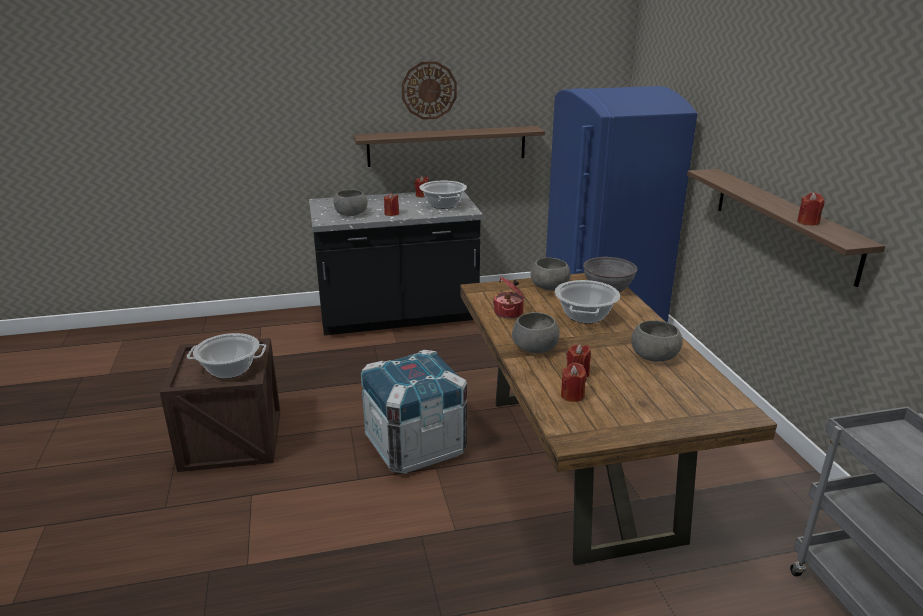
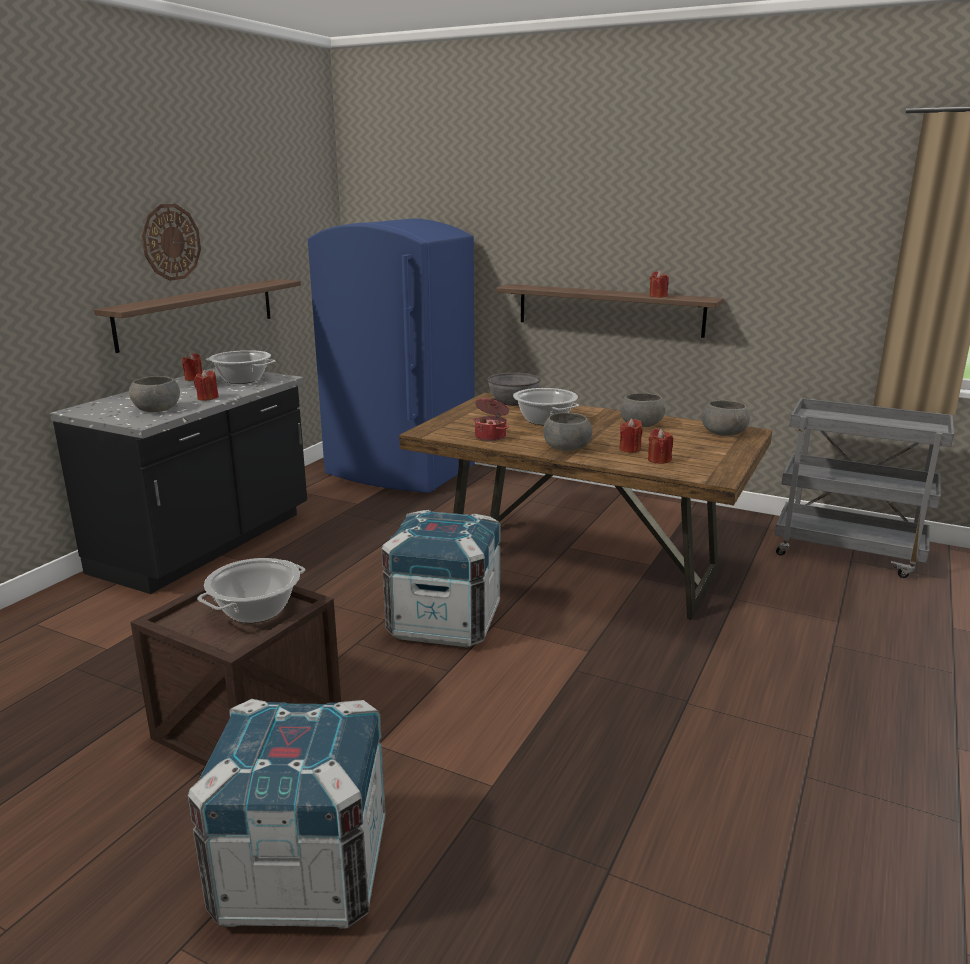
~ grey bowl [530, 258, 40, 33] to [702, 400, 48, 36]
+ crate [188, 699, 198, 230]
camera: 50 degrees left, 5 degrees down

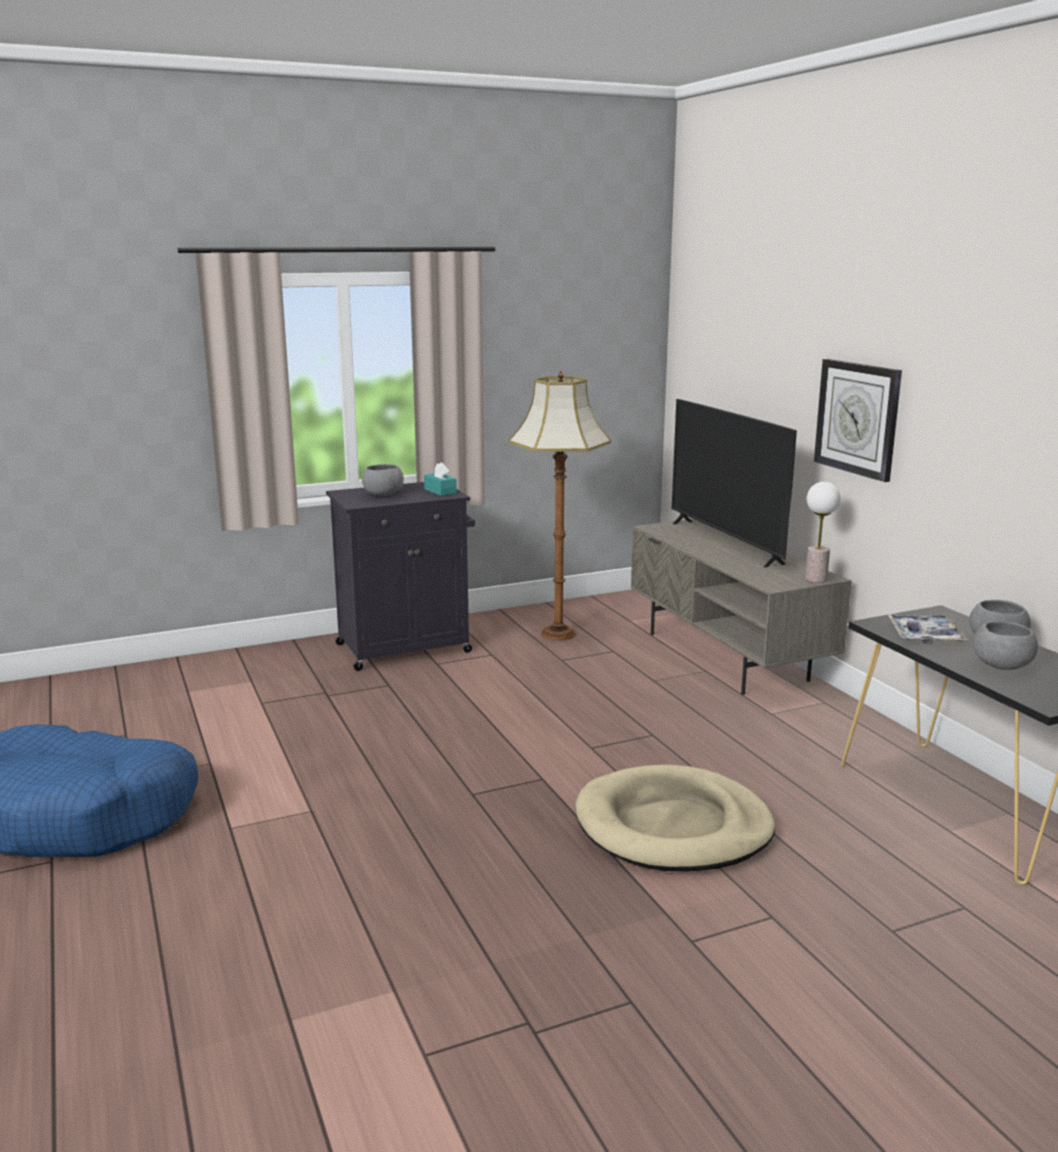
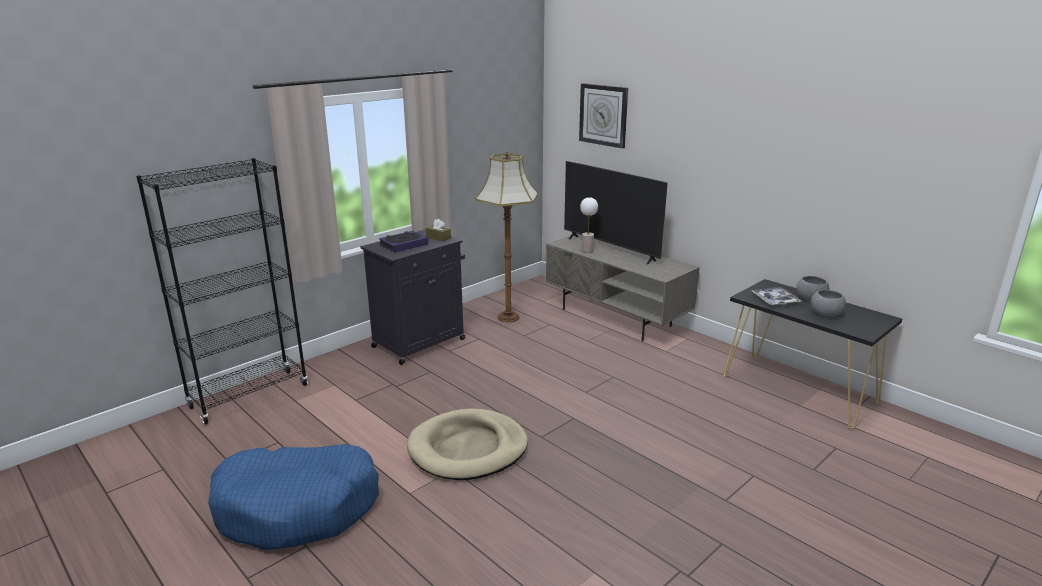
~ wall clock [814, 359, 88, 123] to [579, 83, 49, 66]
~ turquoise tissue box [424, 462, 33, 34] to brown tissue box [426, 219, 25, 23]
~ grey bowl [362, 464, 42, 32] to book [379, 231, 49, 22]
~ table lamp [805, 482, 36, 101] to [580, 197, 18, 56]
~ beige dog bed [575, 764, 200, 108] to [407, 408, 121, 72]
+ black bookcase [136, 158, 172, 266]
camera: 20 degrees left, 5 degrees up

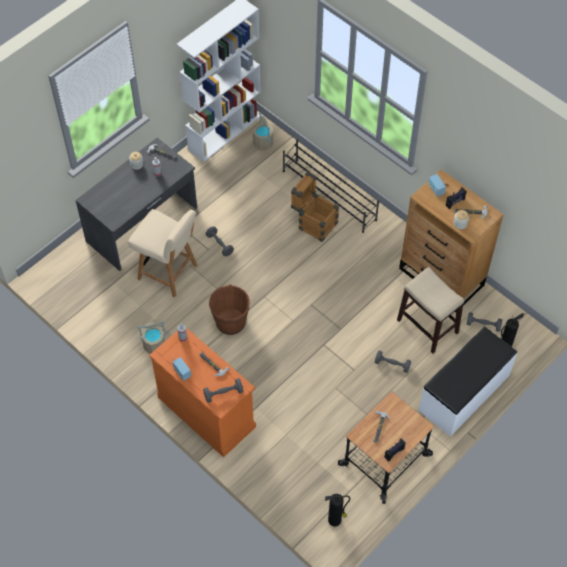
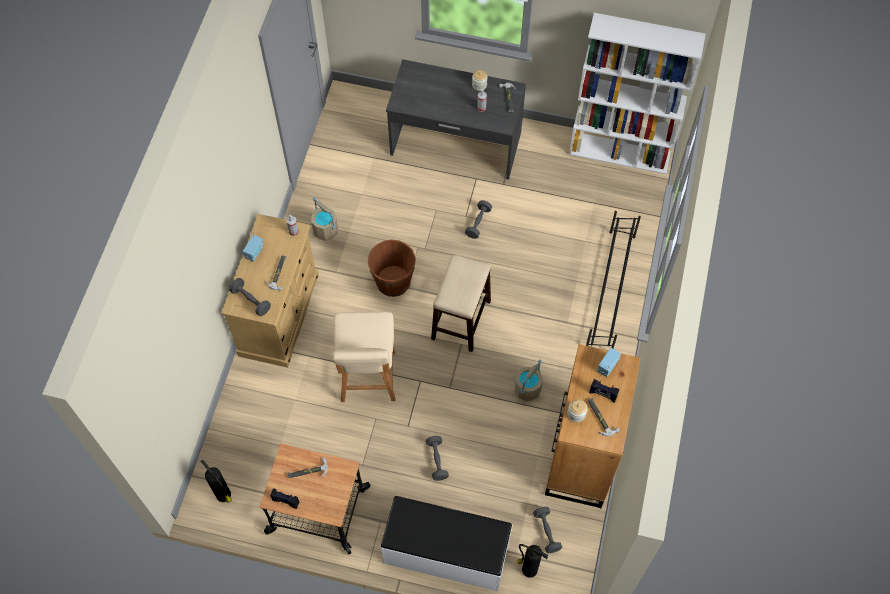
~ beige bucket [253, 112, 20, 38] to [515, 360, 28, 41]
- crate [291, 172, 48, 70]
~ beige chair [128, 209, 69, 88] to [332, 312, 64, 90]
~ stool [397, 267, 67, 86] to [431, 255, 60, 97]
~ orange dresser [149, 328, 107, 129] to beige dresser [221, 214, 98, 154]
camera: 60 degrees right, 5 degrees up

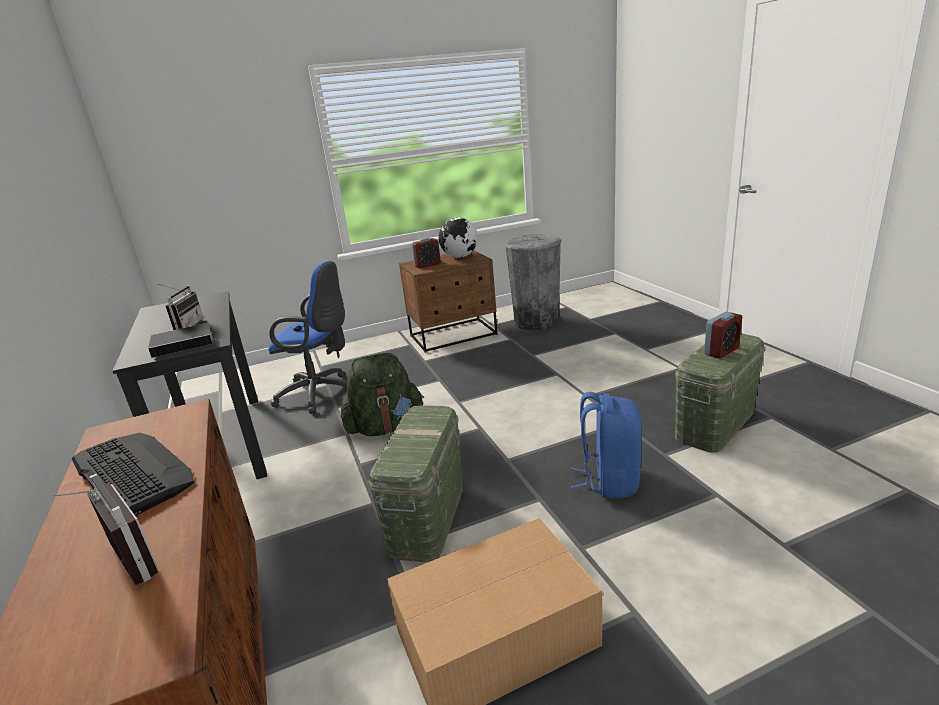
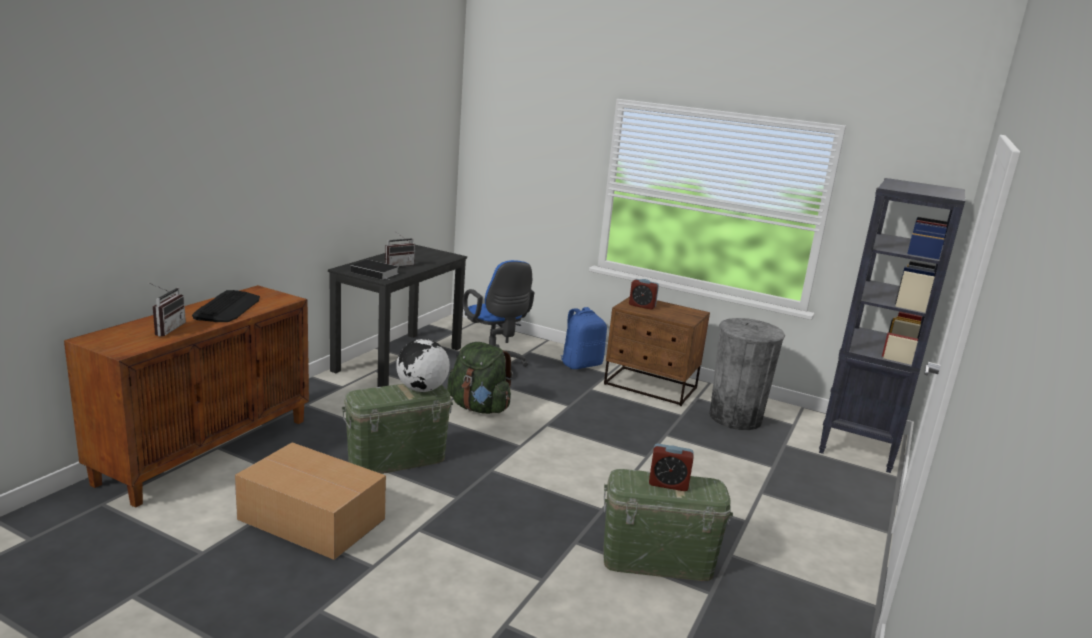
~ globe [438, 217, 40, 41] to [396, 339, 54, 53]
~ blue backpack [570, 392, 72, 106] to [561, 307, 46, 62]
+ black bookcase [819, 178, 146, 295]
camera: 45 degrees right, 5 degrees down

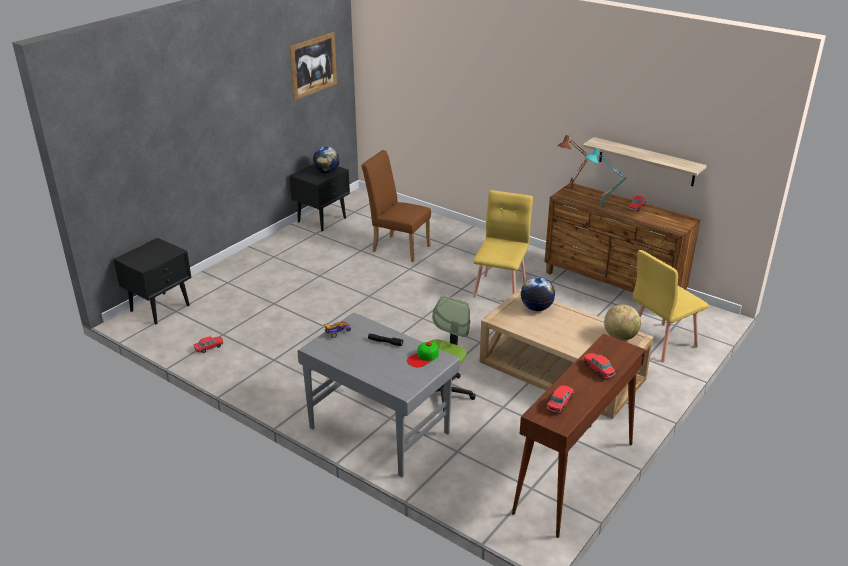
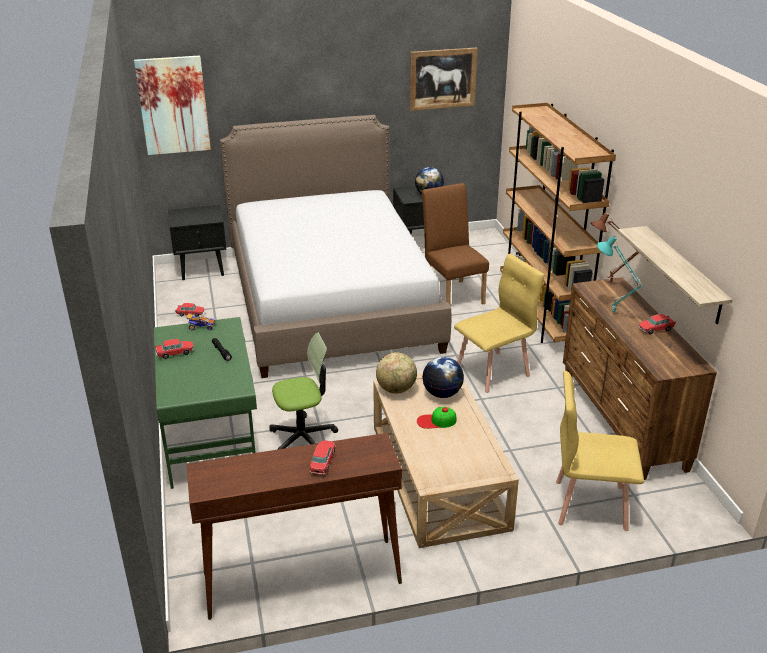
~ globe [604, 305, 37, 36] to [376, 353, 41, 41]
~ grey desk [297, 313, 163, 164] to green desk [154, 317, 103, 172]
~ cap [407, 342, 32, 25] to [417, 407, 39, 22]
~ toy car [547, 385, 26, 28] to [155, 339, 38, 20]
+ picture [134, 55, 77, 100]
+ brown bookcase [500, 103, 116, 240]
+ bed [220, 115, 232, 263]
camera: 40 degrees right, 0 degrees up

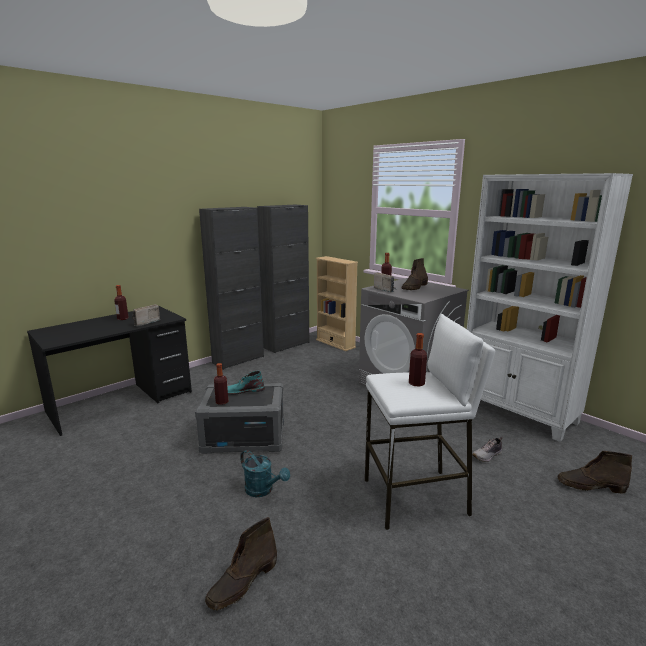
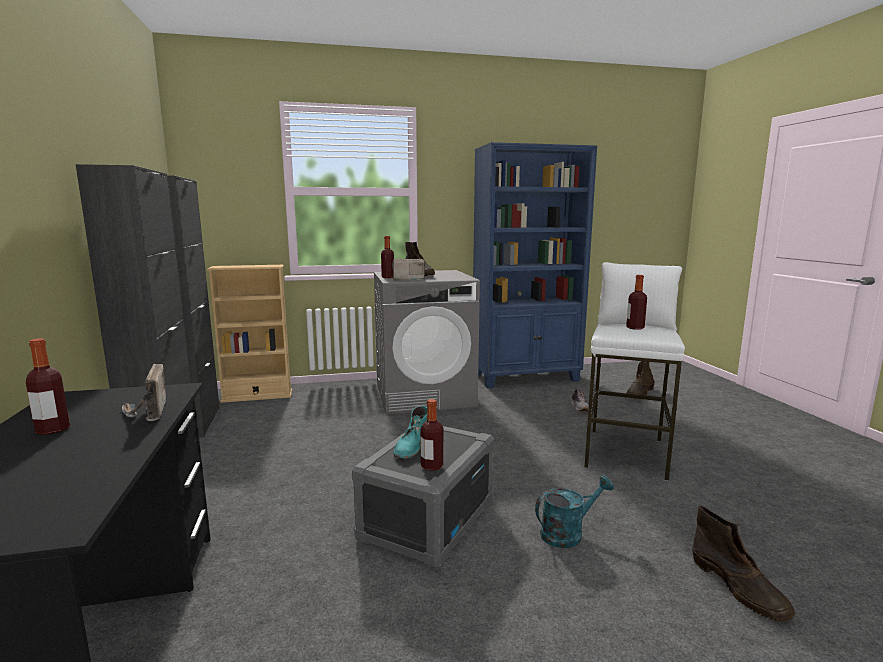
~ white bookcase [467, 173, 166, 269] to blue bookcase [473, 142, 124, 246]
camera: 60 degrees left, 5 degrees down

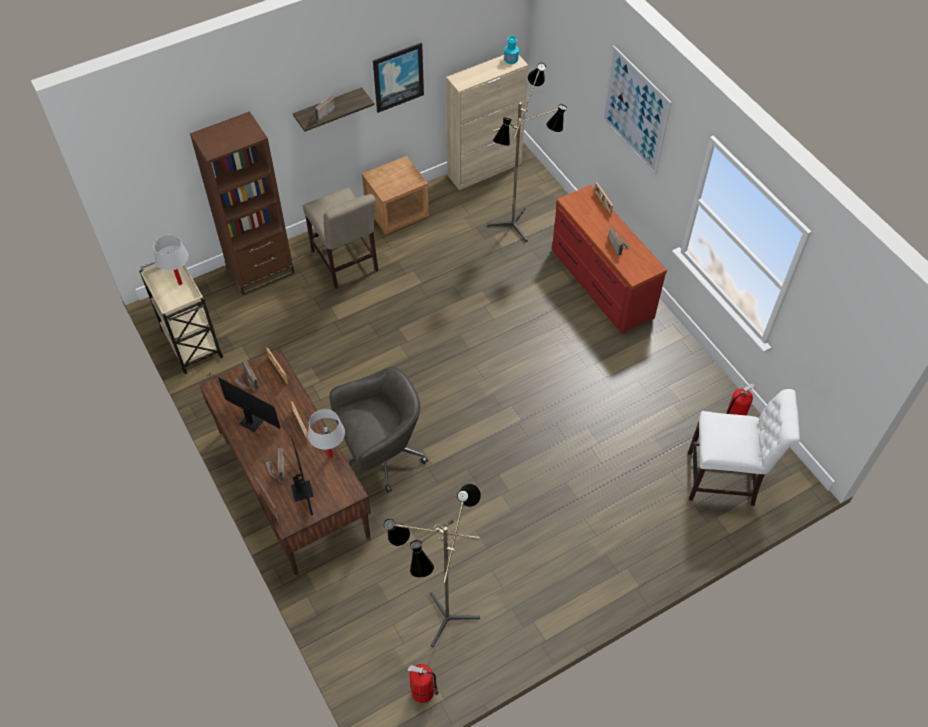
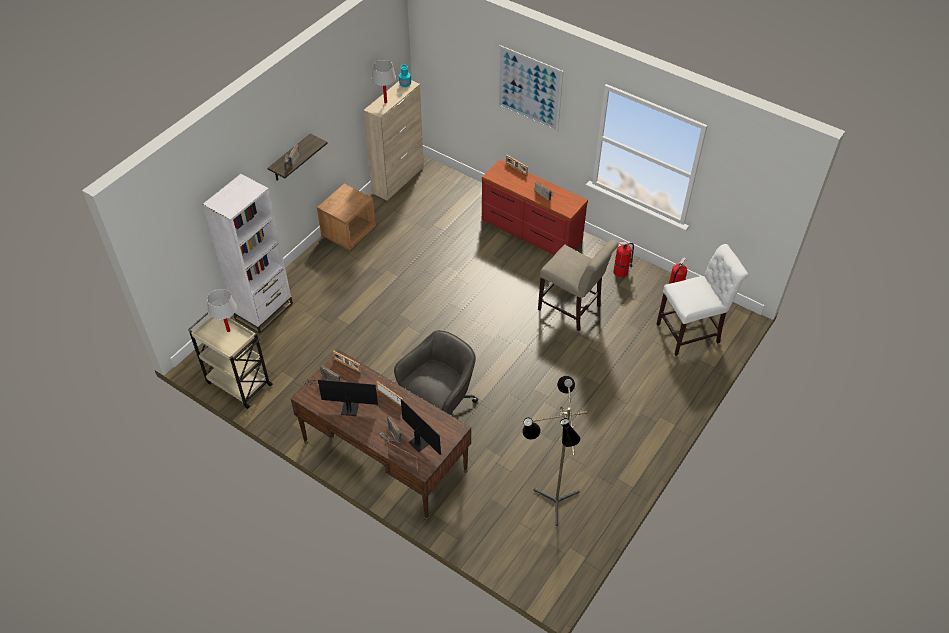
- picture [373, 43, 51, 70]
- floor lamp [488, 63, 79, 179]
~ brown bookcase [190, 111, 104, 184] to white bookcase [203, 174, 90, 160]
~ beige chair [303, 187, 76, 102] to [538, 240, 81, 91]
~ white table lamp [308, 409, 37, 49] to [371, 60, 25, 44]
~ fire extinguisher [408, 664, 31, 39] to [613, 242, 21, 36]
camera: 25 degrees left, 5 degrees down

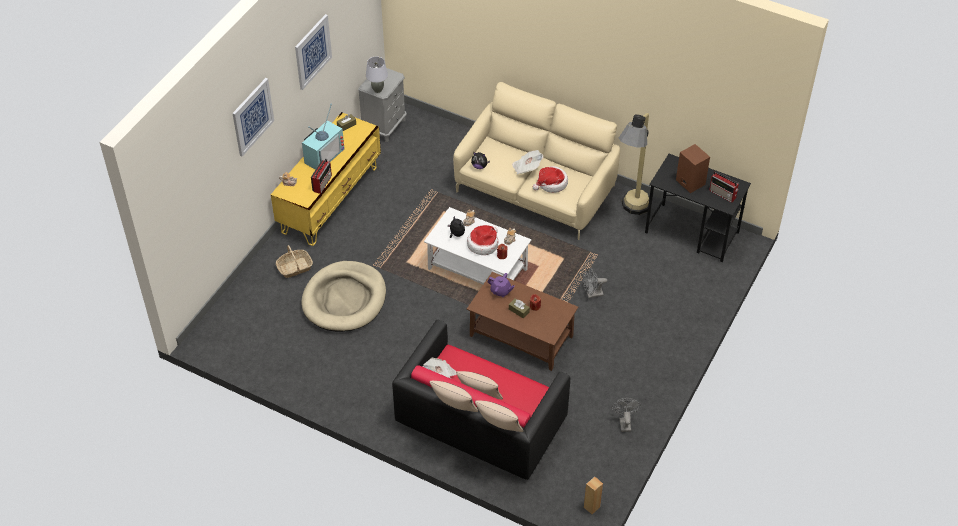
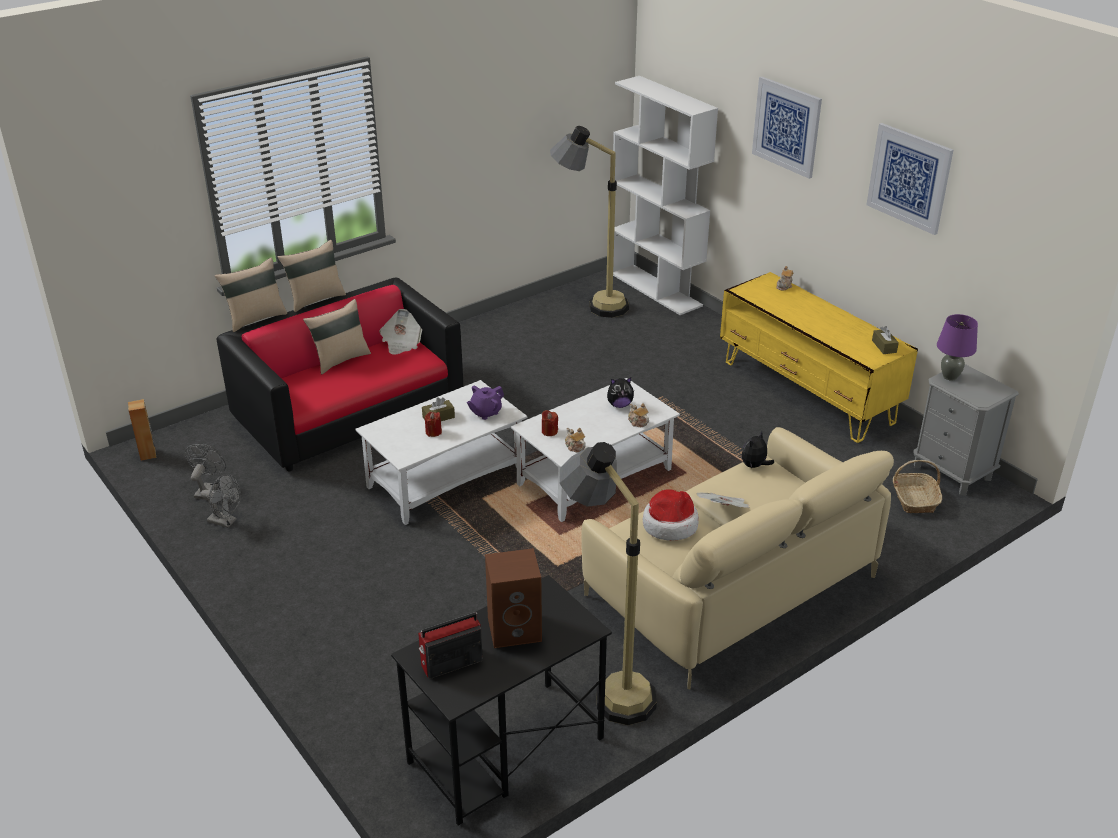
~ grey table lamp [366, 56, 22, 37] to purple table lamp [937, 314, 41, 67]
- television [302, 104, 42, 66]
- radio [311, 158, 21, 36]
- hat [467, 225, 31, 30]
~ basket [276, 245, 37, 33] to [893, 460, 49, 53]
- beige dog bed [301, 261, 85, 71]
~ grey fan [583, 268, 24, 30] to [185, 444, 41, 56]
~ brown coffee table [467, 272, 111, 99] to white coffee table [355, 380, 172, 145]
+ white bookcase [613, 76, 105, 239]
+ floor lamp [550, 126, 79, 192]
camera: 115 degrees right, 15 degrees down

